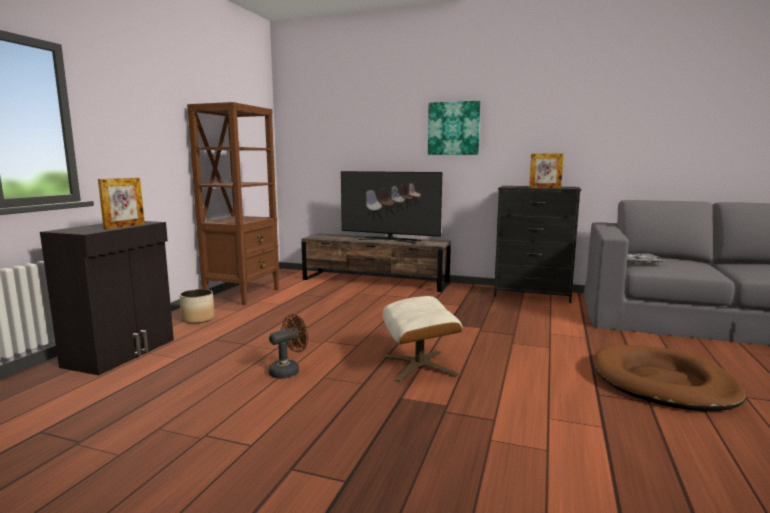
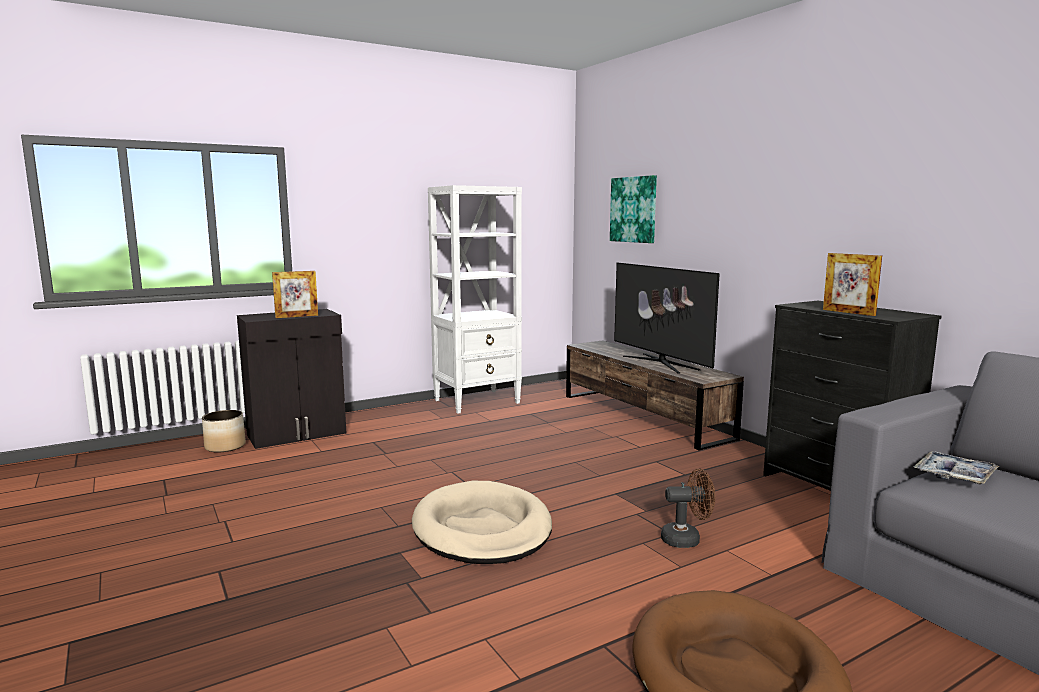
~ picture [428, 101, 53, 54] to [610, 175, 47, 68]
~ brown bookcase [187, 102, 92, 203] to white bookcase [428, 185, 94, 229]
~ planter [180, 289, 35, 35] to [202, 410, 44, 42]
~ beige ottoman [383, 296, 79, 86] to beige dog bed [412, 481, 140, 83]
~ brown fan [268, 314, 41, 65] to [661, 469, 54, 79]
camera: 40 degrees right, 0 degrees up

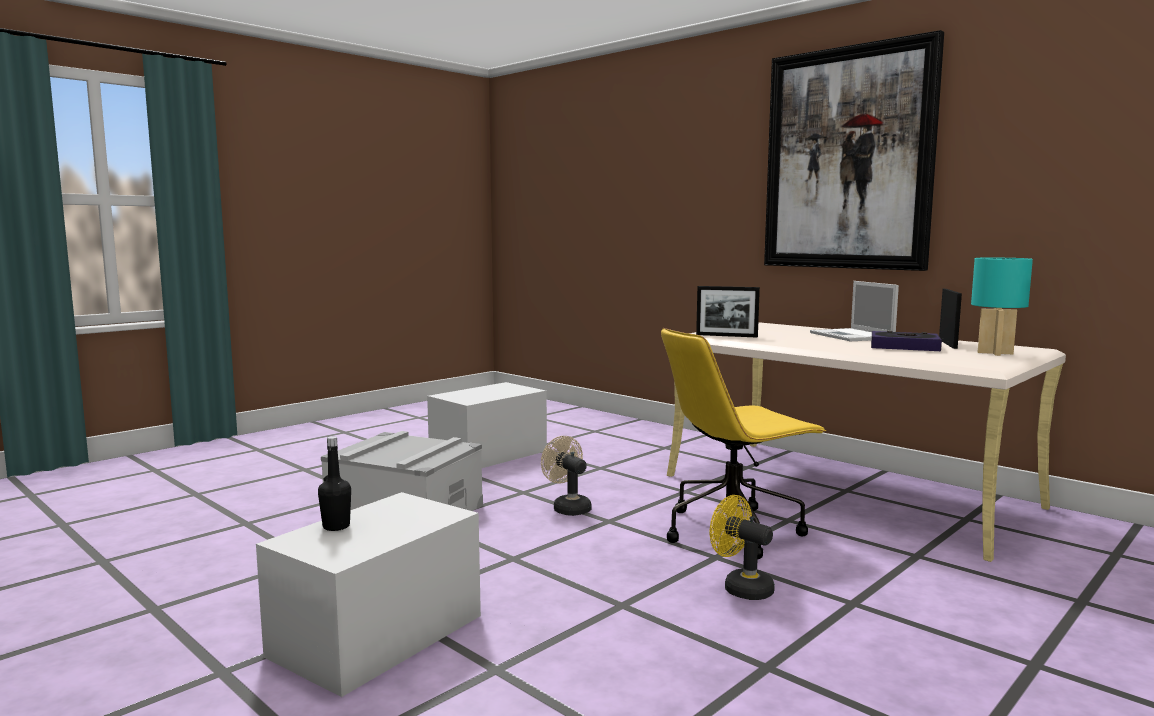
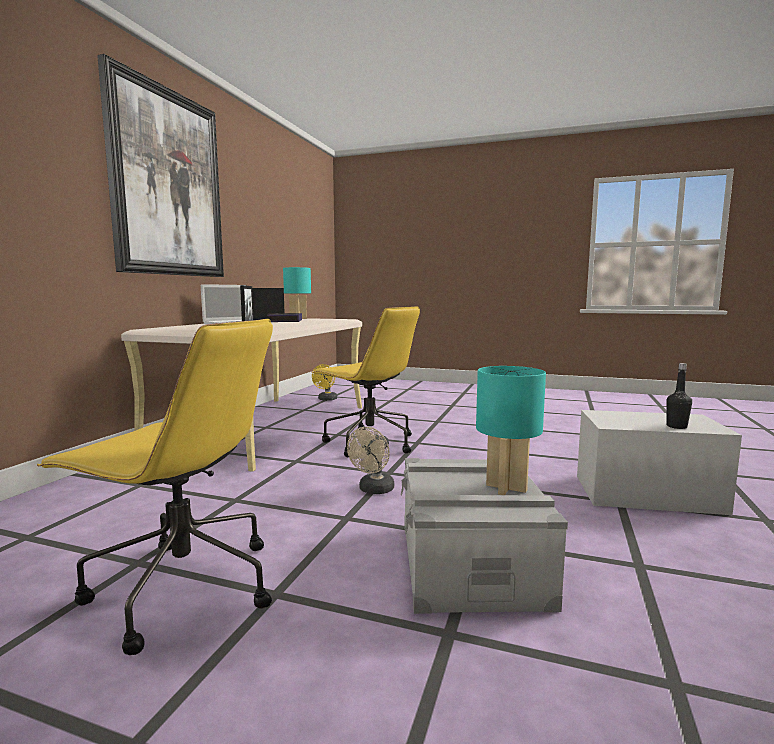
~ white storage box [427, 382, 120, 86] to yellow office chair [37, 319, 236, 336]
~ yellow fan [710, 495, 65, 105] to [312, 364, 25, 37]
+ turquoise table lamp [476, 366, 70, 129]
camera: 115 degrees left, 0 degrees up

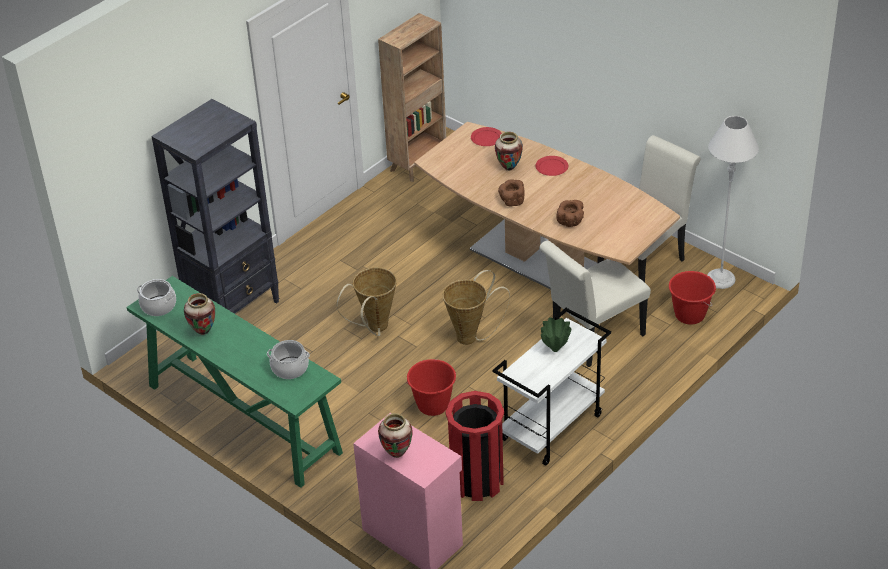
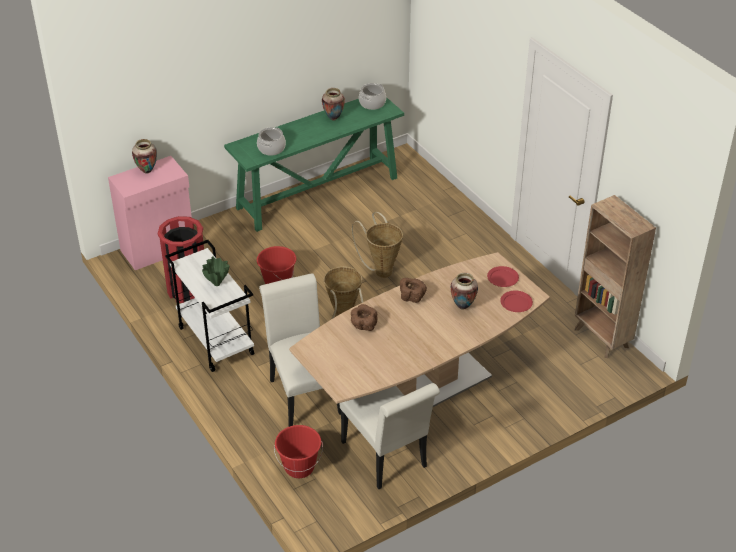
- black bookcase [151, 99, 128, 215]
- grey floor lamp [707, 116, 52, 173]
~ red plate [535, 156, 33, 20] to [487, 266, 32, 21]
camera: 105 degrees right, 0 degrees up

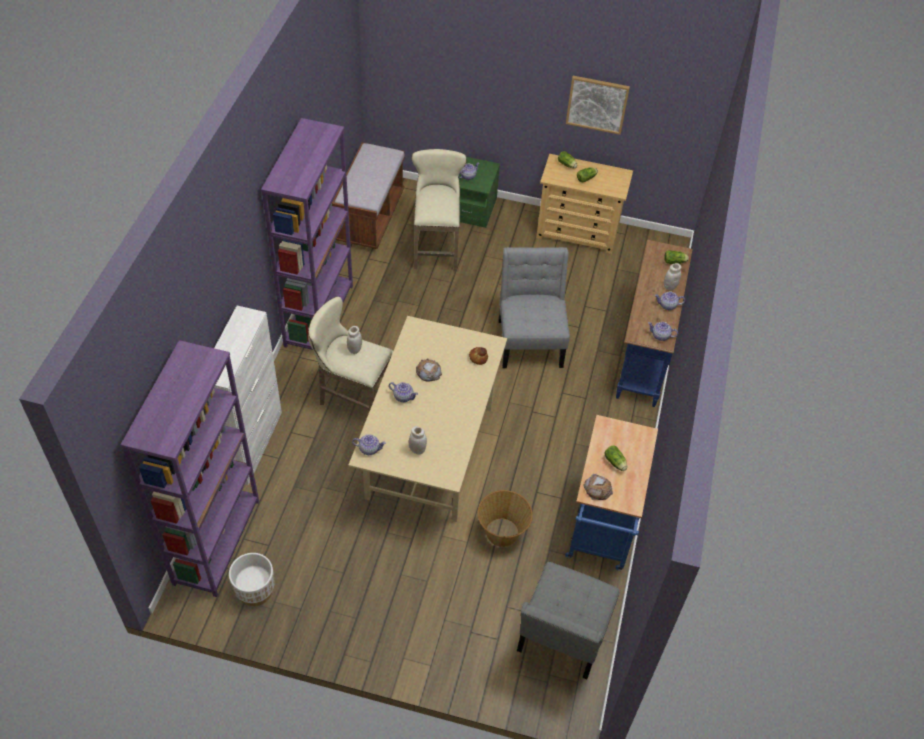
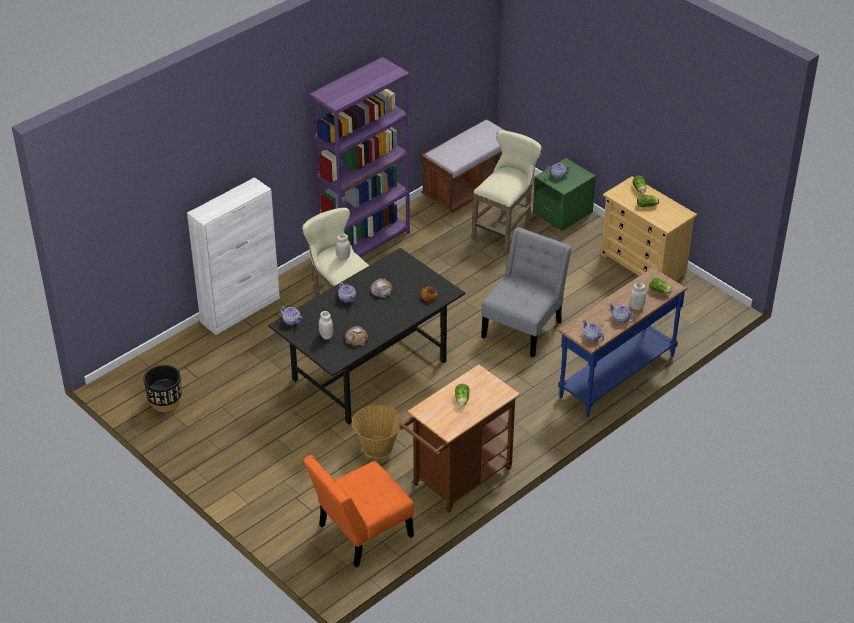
- picture [566, 76, 64, 59]
~ beige dining table [348, 316, 159, 206] to black dining table [268, 248, 197, 176]
- purple bookcase [120, 340, 139, 257]
~ blue cart [565, 415, 93, 156] to brown cart [399, 365, 121, 148]
~ bread [583, 474, 30, 26] to [345, 326, 23, 21]
~ white planter [229, 553, 46, 53] to black planter [143, 365, 39, 47]
~ grey chair [517, 562, 103, 117] to orange chair [304, 455, 110, 112]
camera: 35 degrees right, 10 degrees down

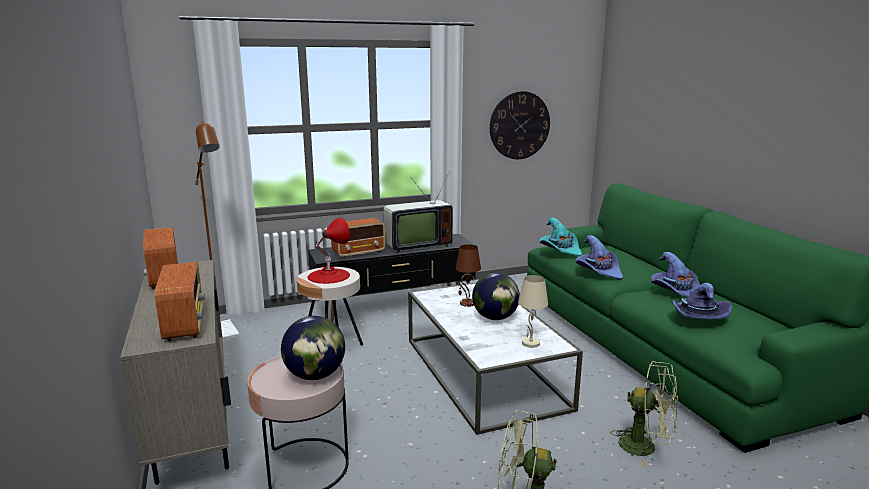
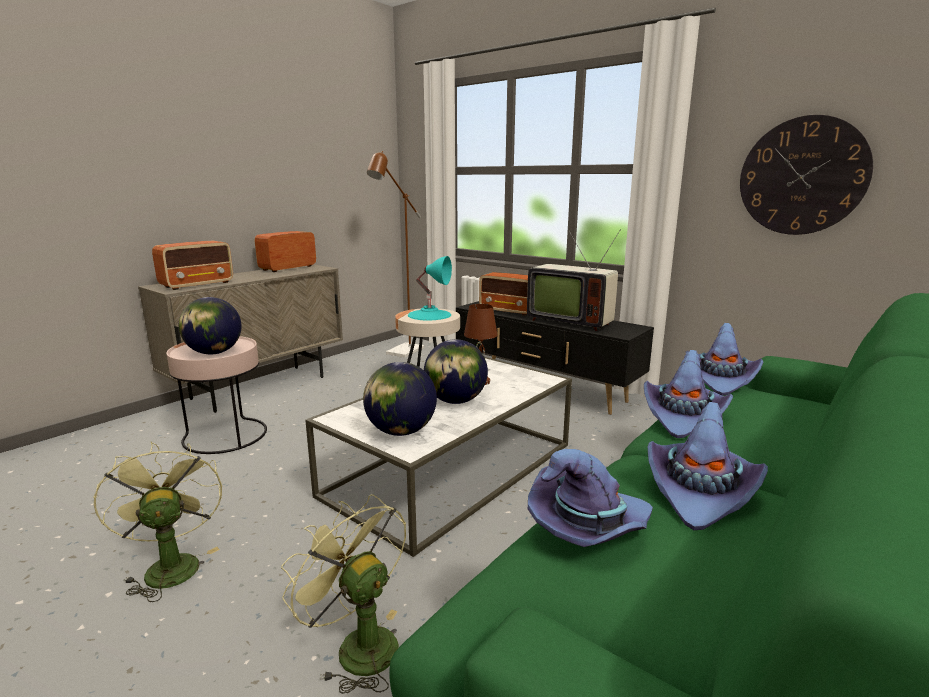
~ red table lamp [307, 217, 43, 67] to turquoise table lamp [408, 256, 44, 64]
~ turquoise hat [540, 218, 42, 39] to purple hat [686, 323, 77, 72]
~ beige table lamp [518, 275, 30, 73] to globe [363, 362, 74, 74]
~ green fan [611, 361, 67, 106] = [281, 494, 125, 200] 135 degrees clockwise
camera: 60 degrees right, 0 degrees up

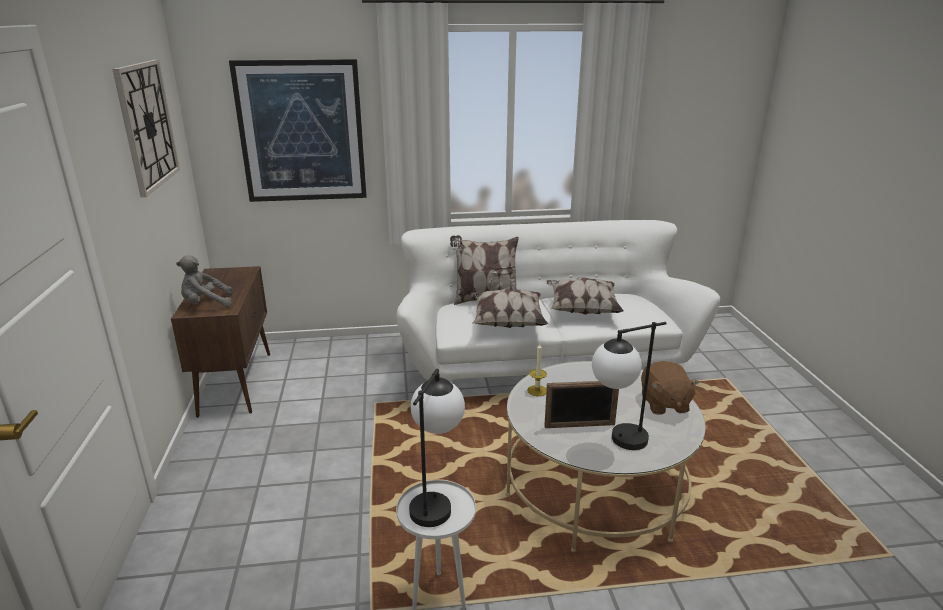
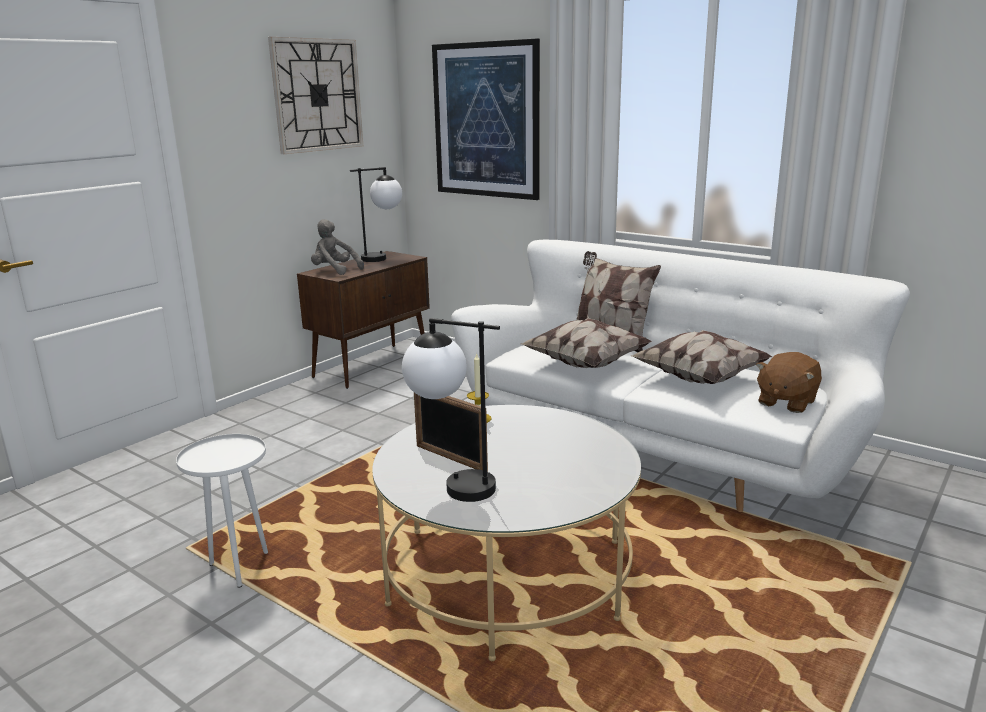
~ brown plush toy [641, 361, 58, 54] to [756, 352, 66, 61]
~ table lamp [409, 368, 56, 159] to [350, 167, 52, 95]
camera: 45 degrees right, 5 degrees down

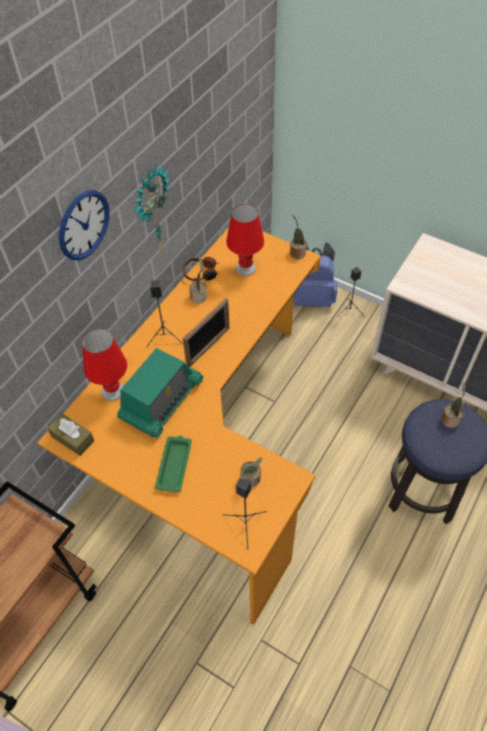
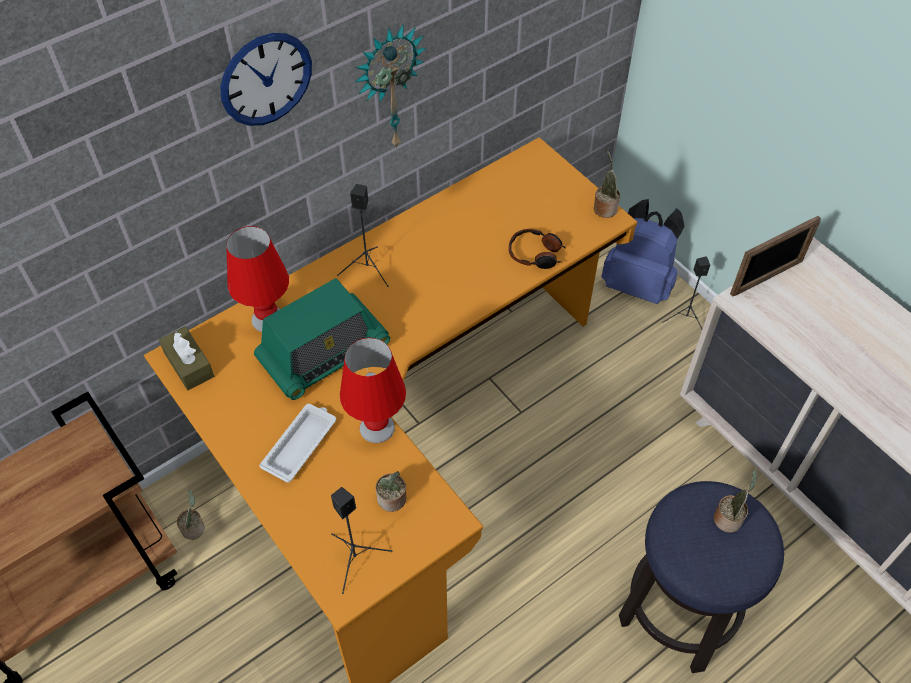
~ red table lamp [226, 204, 38, 72] to [340, 338, 66, 105]
~ headphones [183, 257, 37, 24] to [509, 229, 56, 40]
~ potted plant [189, 257, 18, 46] to [177, 489, 27, 51]
~ picture frame [183, 298, 47, 69] to [730, 216, 91, 81]
~ green tray [155, 436, 37, 56] to white tray [259, 404, 77, 79]
camera: 20 degrees right, 0 degrees up

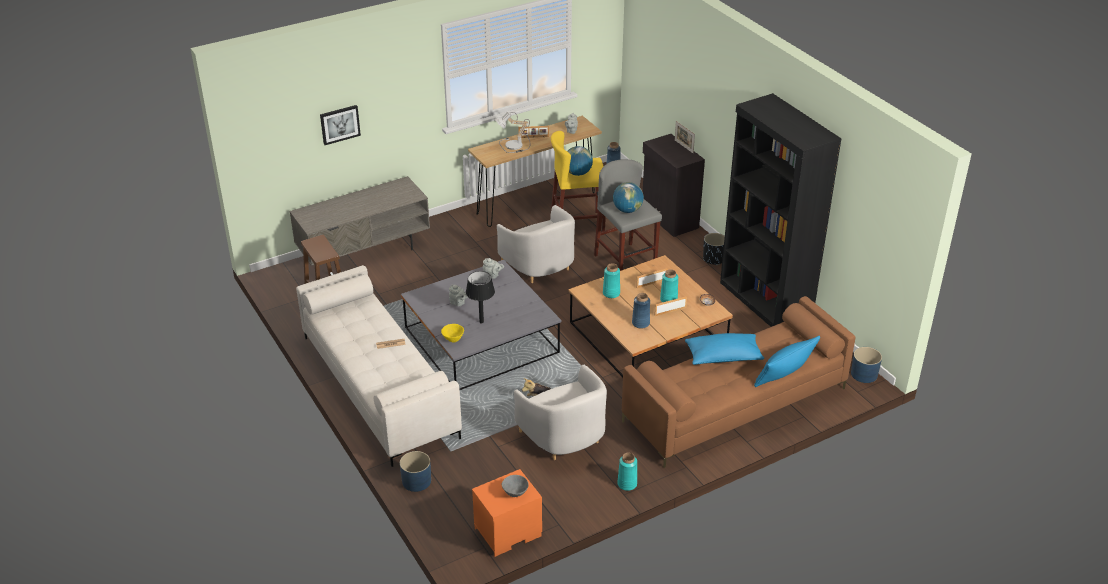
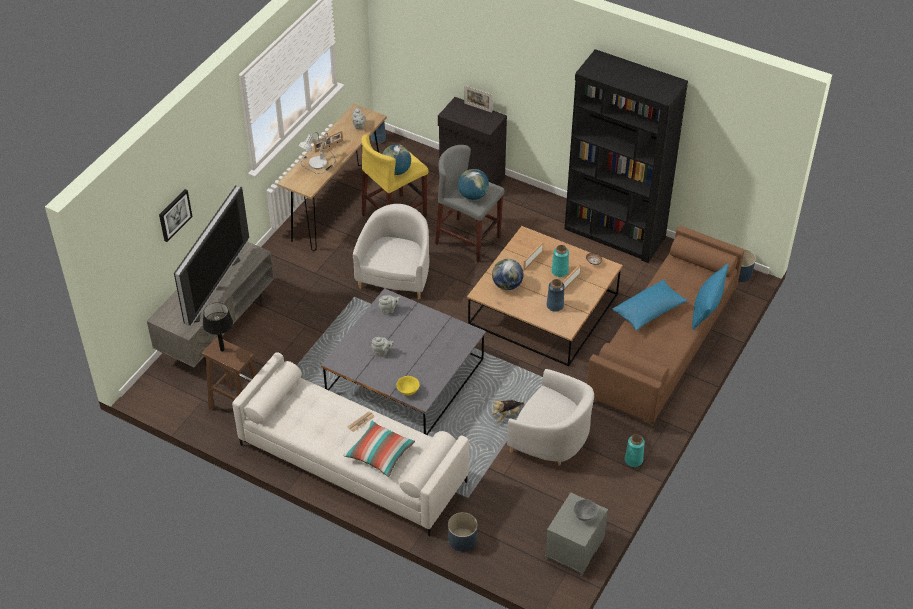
~ white armchair [497, 205, 78, 78] = [353, 204, 76, 95] 105 degrees counterclockwise
- black planter [703, 233, 22, 32]
~ turquoise vase [603, 263, 17, 35] to globe [492, 259, 31, 31]
~ black table lamp [466, 271, 29, 53] to [203, 302, 30, 49]
~ orange nightstand [472, 469, 70, 88] to grey nightstand [545, 492, 63, 84]
+ television [174, 185, 75, 142]
+ pillow [343, 420, 72, 57]
camera: 30 degrees left, 10 degrees up

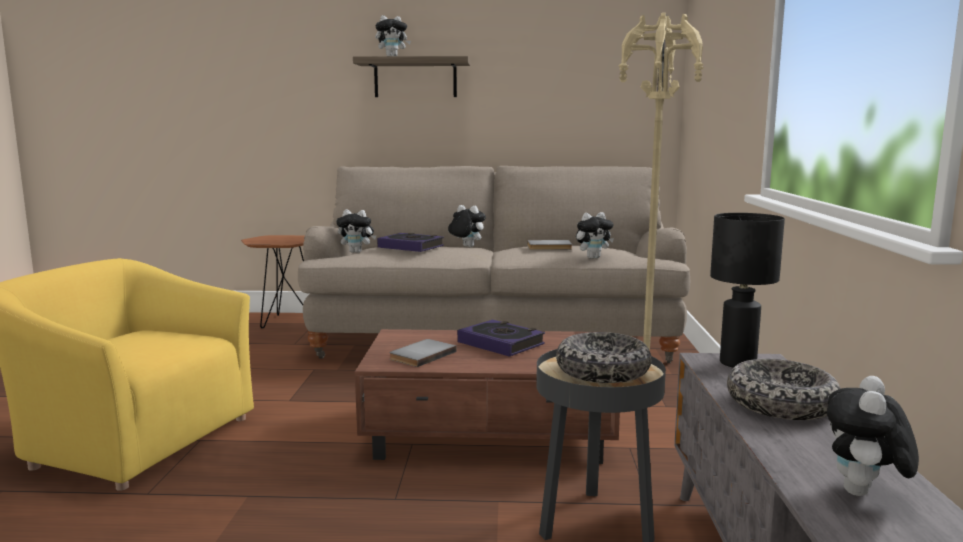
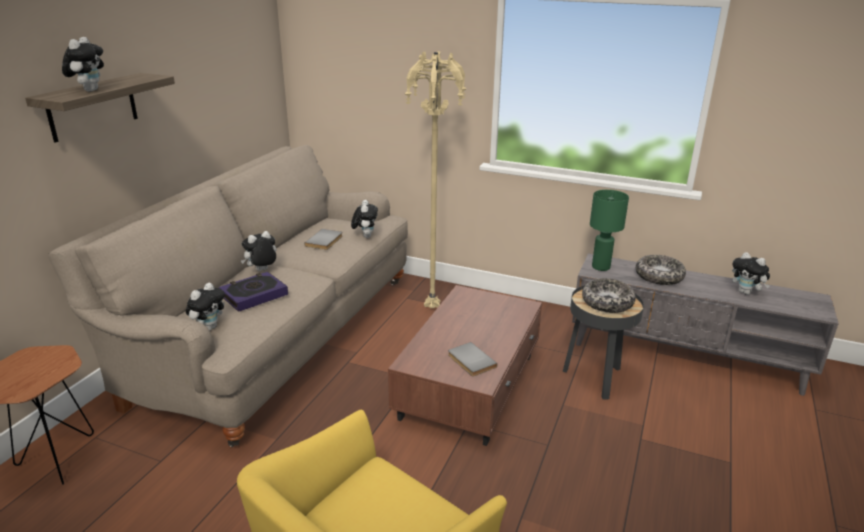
~ black table lamp [710, 213, 75, 155] to green table lamp [590, 190, 39, 81]
- book [457, 320, 88, 37]
camera: 70 degrees left, 15 degrees up

